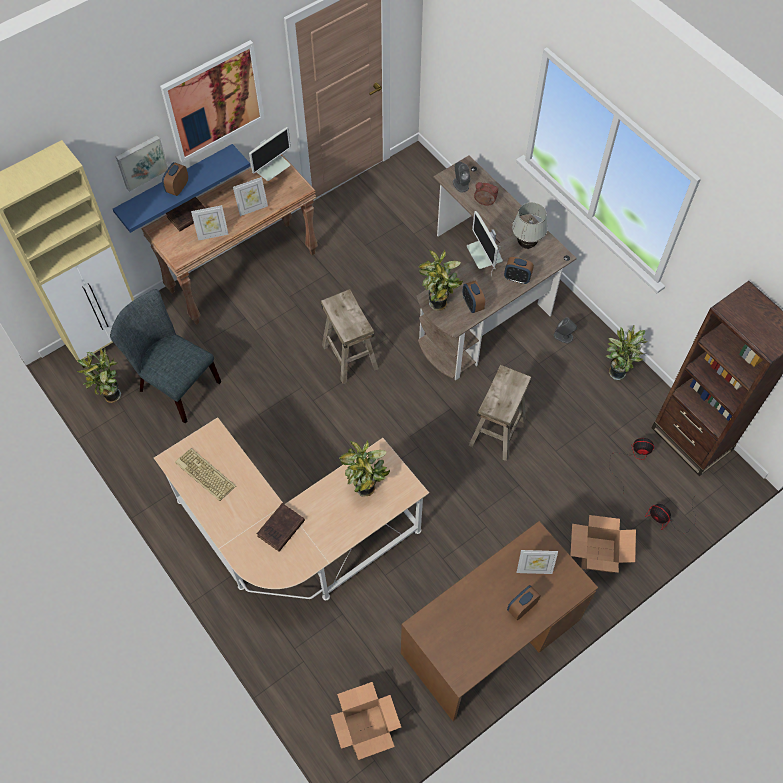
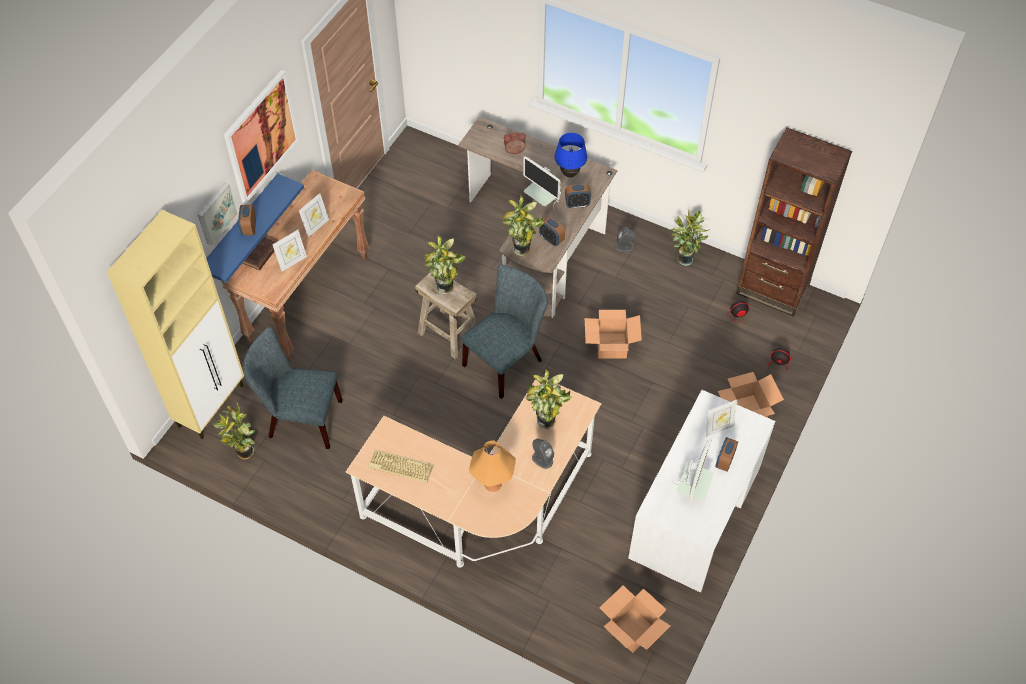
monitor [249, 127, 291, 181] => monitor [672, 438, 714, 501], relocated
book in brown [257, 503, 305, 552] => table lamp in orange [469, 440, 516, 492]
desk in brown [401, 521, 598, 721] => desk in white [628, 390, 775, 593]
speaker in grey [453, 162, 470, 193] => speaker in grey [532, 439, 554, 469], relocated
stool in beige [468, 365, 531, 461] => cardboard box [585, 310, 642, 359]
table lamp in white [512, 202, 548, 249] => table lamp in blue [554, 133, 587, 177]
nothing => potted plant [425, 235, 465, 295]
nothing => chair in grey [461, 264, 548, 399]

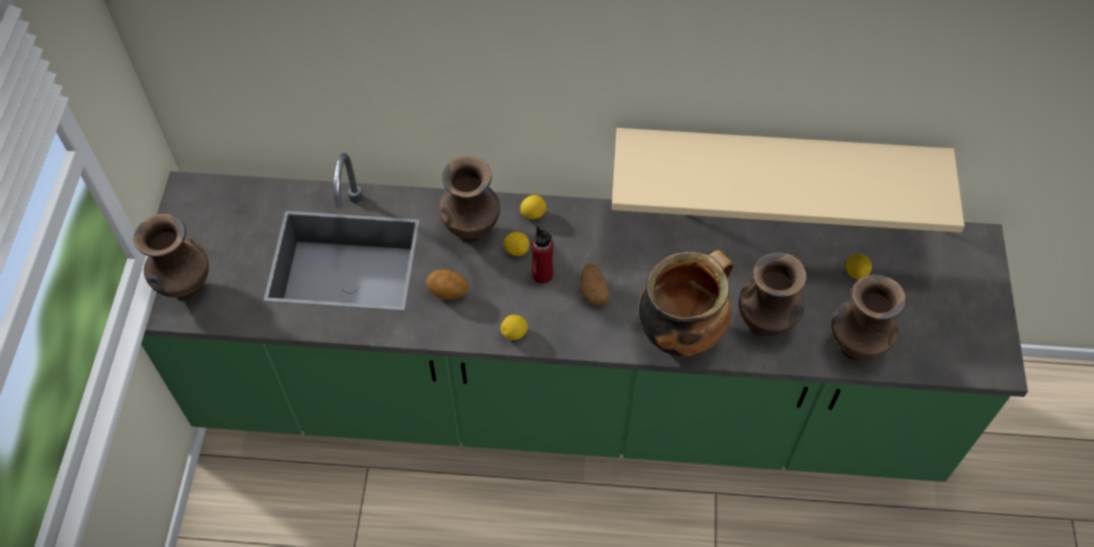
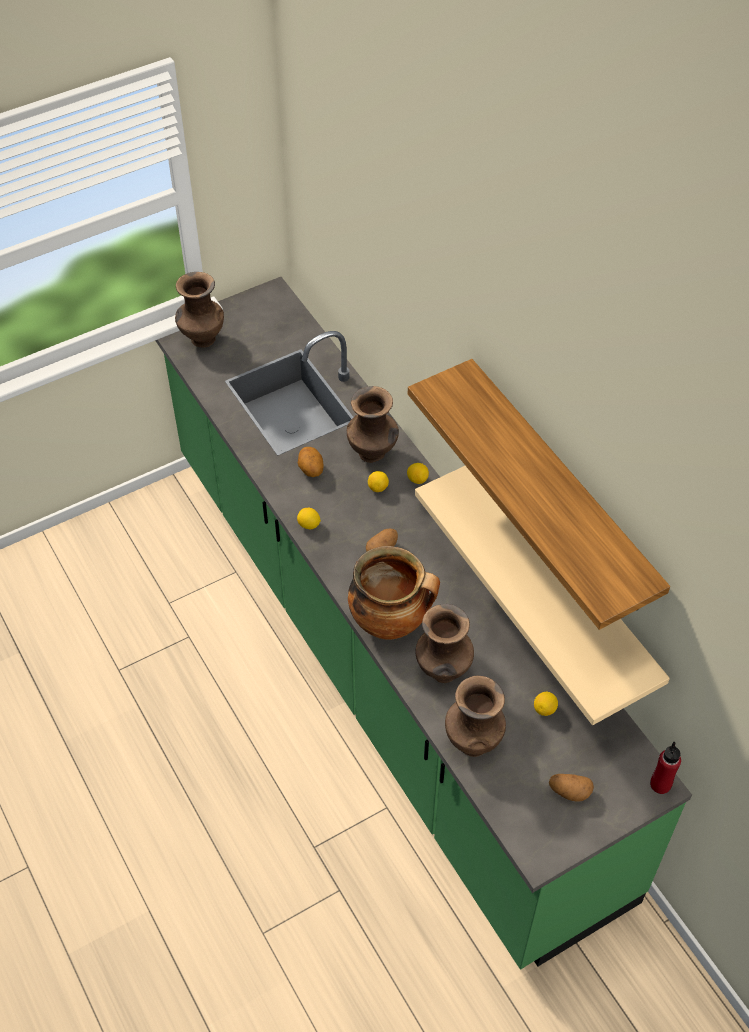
bottle in red [531, 227, 553, 284] => bottle in red [650, 742, 681, 794], relocated
nothing => shelf [408, 359, 670, 630]
nothing => potato [549, 774, 594, 802]

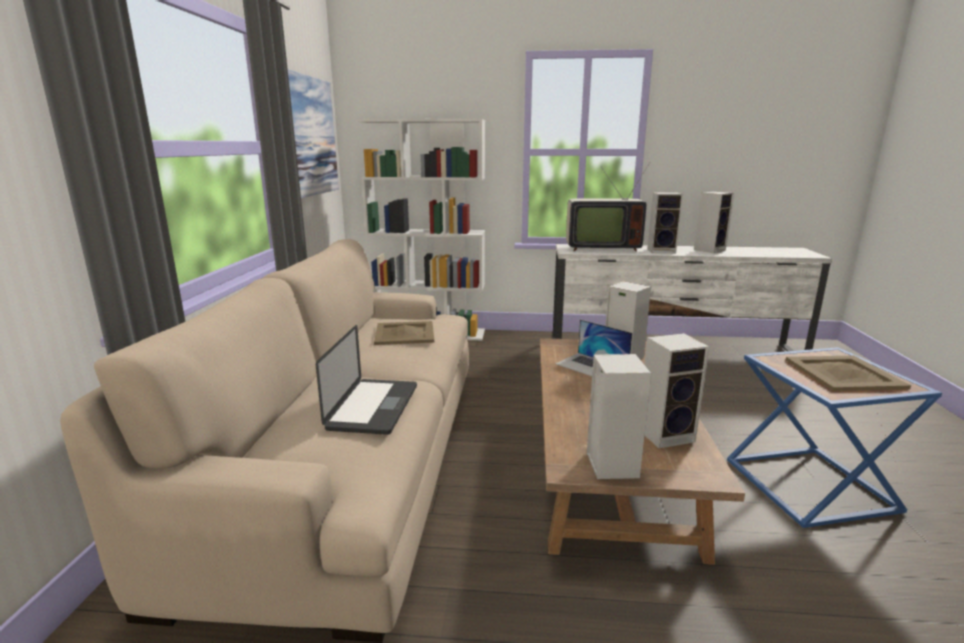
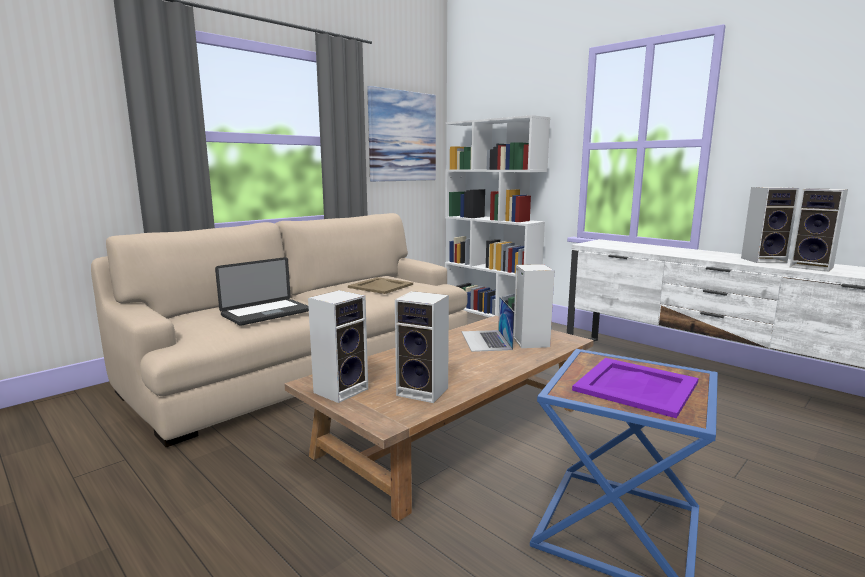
television [566, 162, 650, 252] => nothing
speaker [647, 192, 683, 254] => speaker [790, 188, 848, 272], relocated
tray in beige [786, 355, 911, 391] => tray in purple [572, 358, 699, 419]

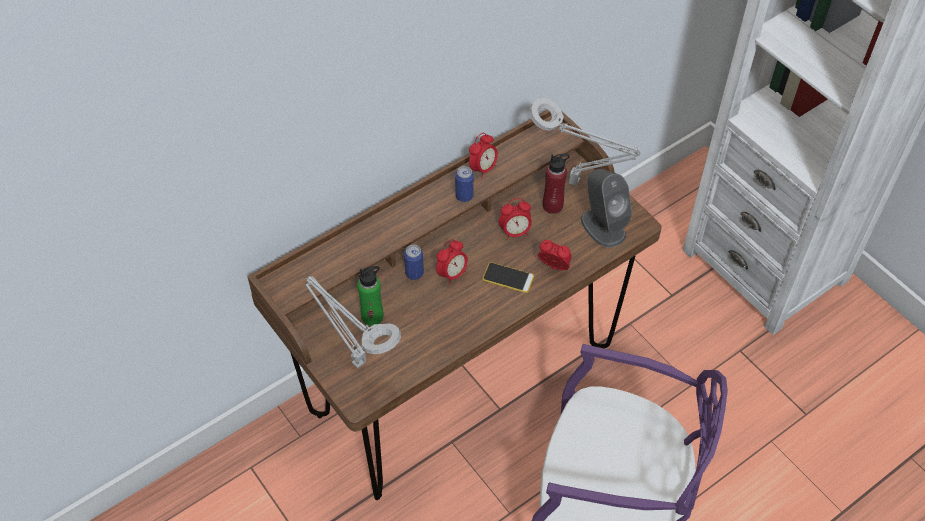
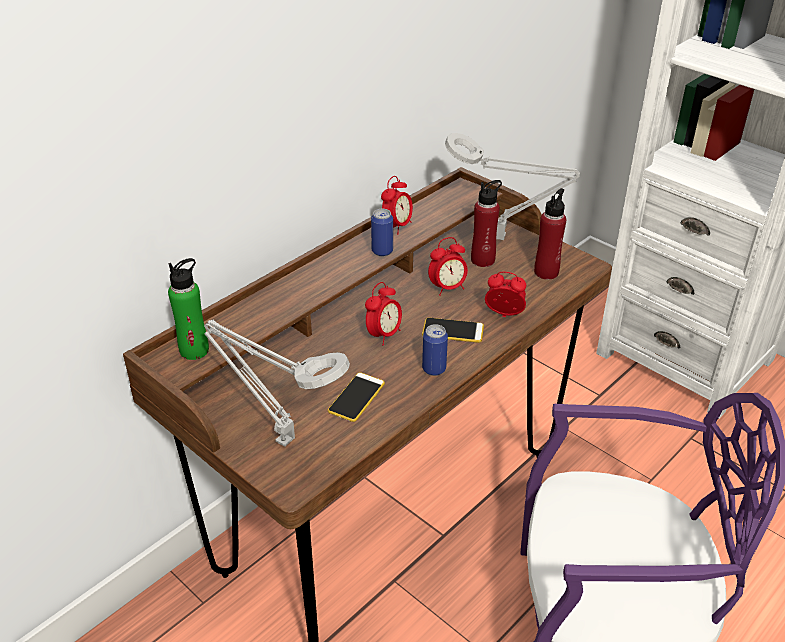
bottle in green [357, 266, 383, 326] => bottle in green [168, 258, 209, 360], relocated
can [404, 245, 424, 280] => can [422, 324, 448, 376], relocated
speaker in grey [581, 169, 632, 248] => bottle in red [534, 188, 566, 280]
nothing => phone [328, 372, 385, 422]

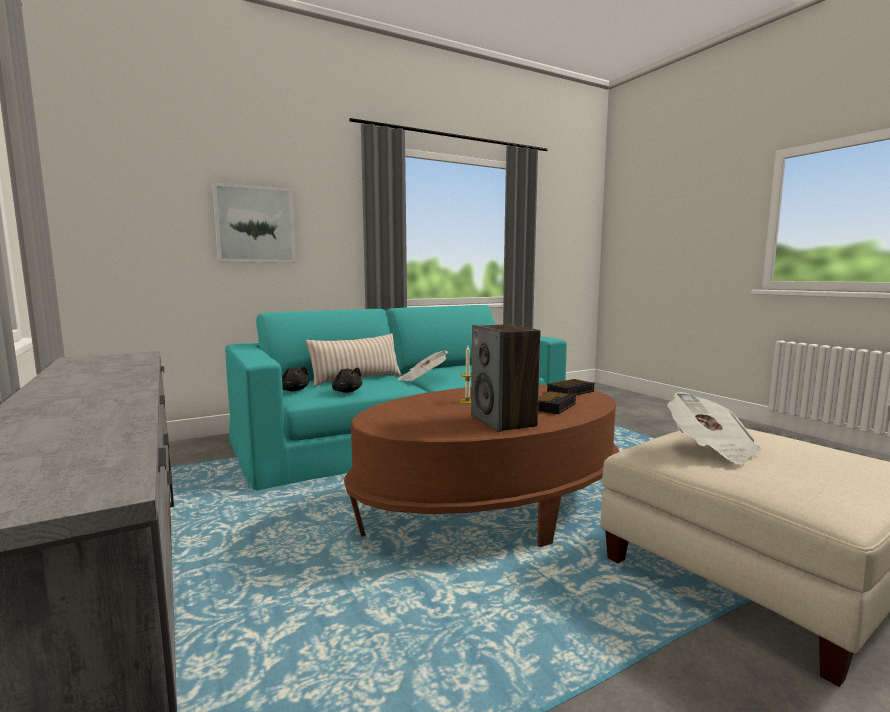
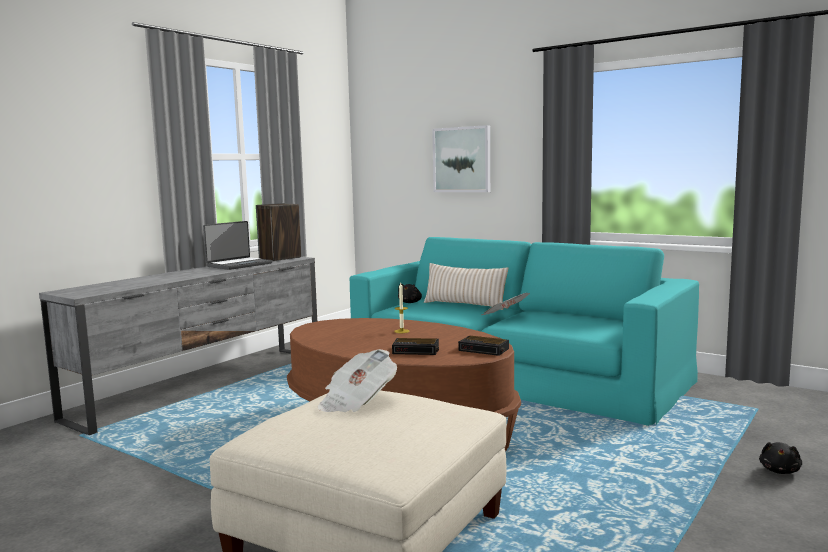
plush toy in black [332, 367, 362, 393] => plush toy in black [759, 442, 802, 474], relocated
speaker [471, 324, 540, 432] => speaker [256, 203, 301, 261], relocated
nothing => laptop [203, 221, 272, 270]

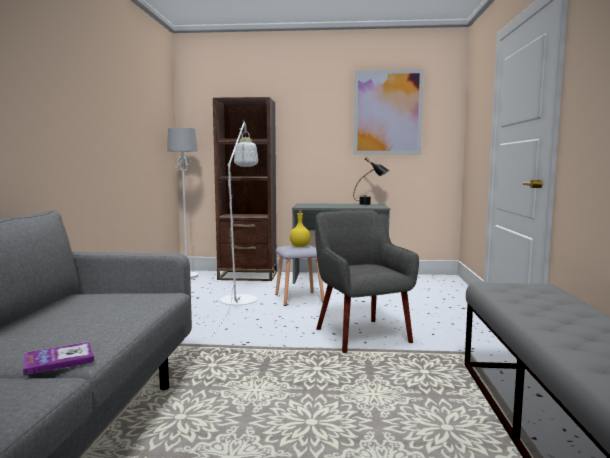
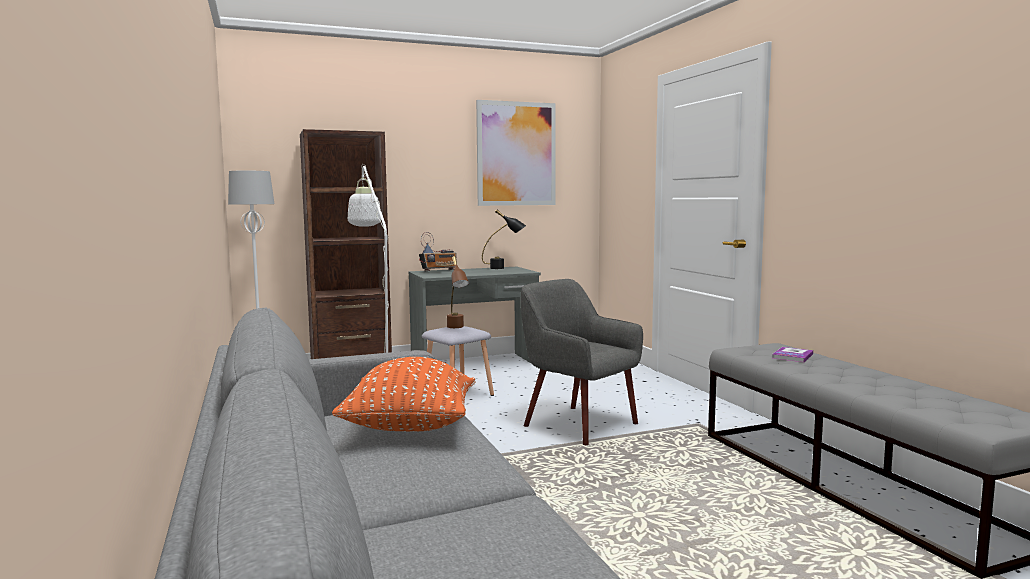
book [23, 342, 94, 376] => book [773, 347, 813, 362], relocated
bottle in yellow [290, 211, 310, 247] => table lamp in brown [447, 256, 469, 328]
nothing => pillow in orange [332, 357, 476, 432]
nothing => radio [419, 232, 456, 271]

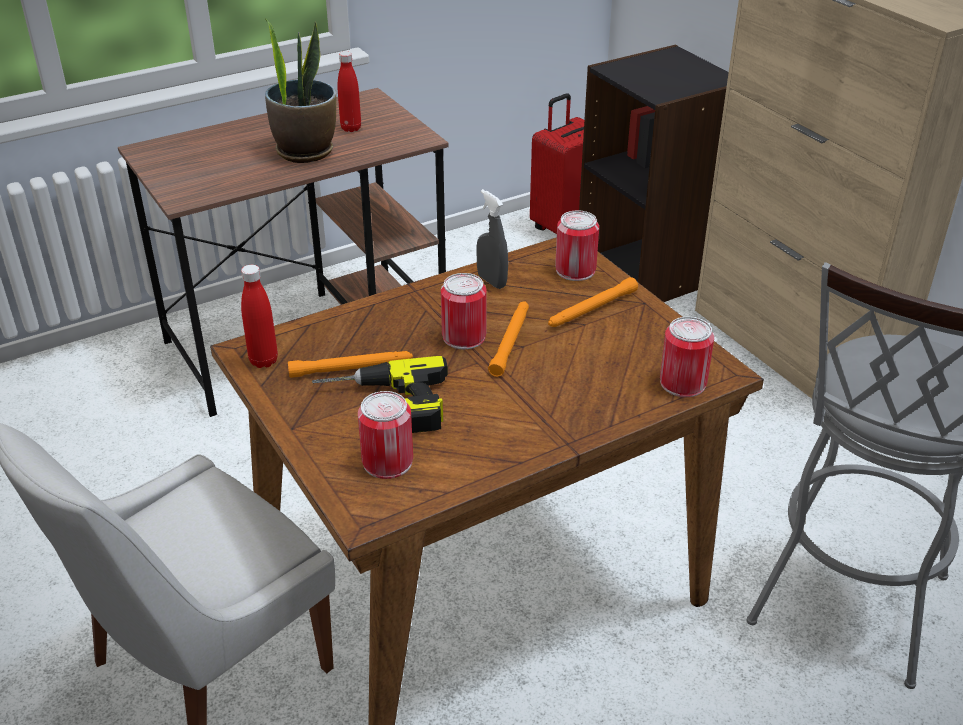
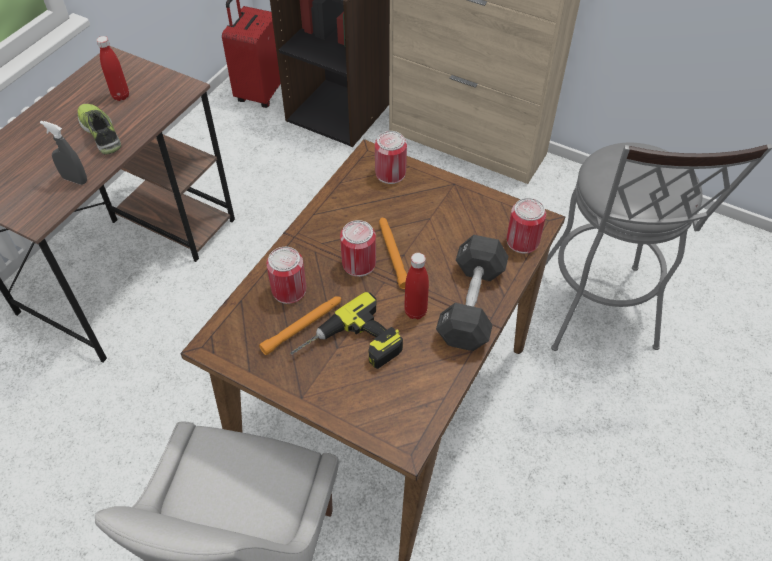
bottle in red [241, 265, 278, 368] => bottle in red [404, 253, 429, 319], relocated
potted plant [265, 18, 336, 163] => shoe [78, 104, 121, 155]
can [358, 391, 413, 479] => can [266, 247, 306, 304], relocated
spray bottle in grey [476, 189, 508, 289] => spray bottle in grey [40, 121, 87, 185], relocated
flashlight in orange [548, 277, 638, 327] => nothing
nothing => dumbbell in black [436, 235, 509, 351]

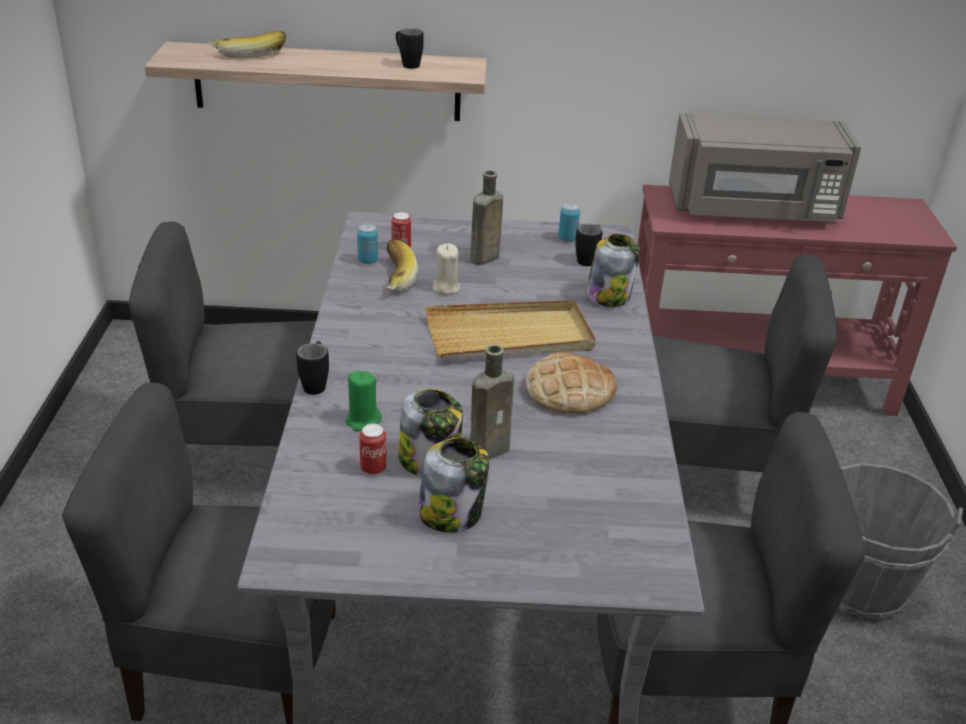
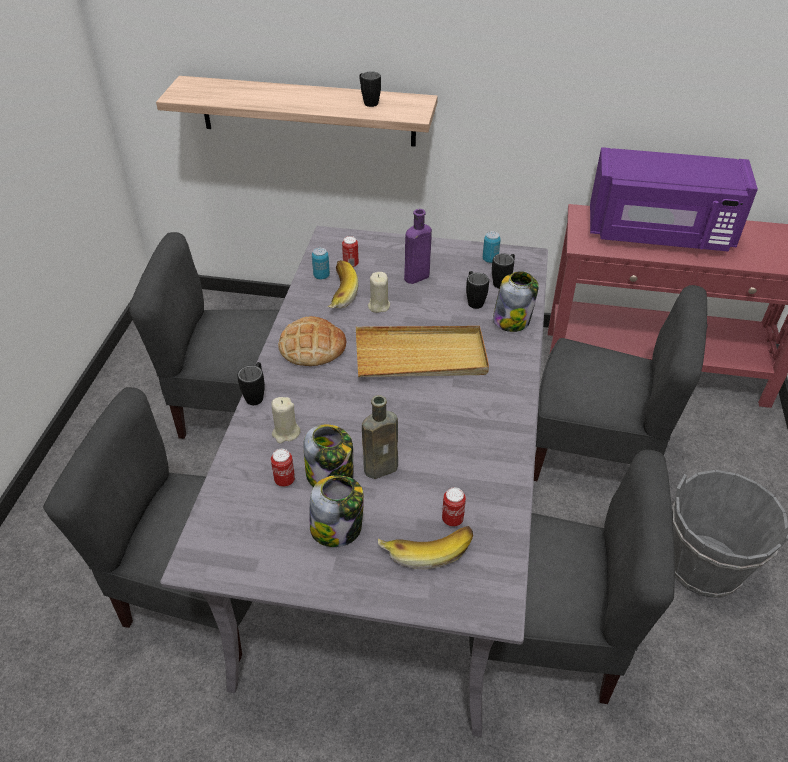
banana [209, 31, 286, 58] => banana [378, 526, 473, 569], relocated
candle in green [345, 371, 381, 431] => candle in beige [271, 397, 301, 444]
bottle in brown [470, 170, 503, 265] => bottle in purple [404, 209, 432, 284]
bread [526, 352, 617, 413] => bread [278, 316, 346, 366], relocated
microwave in grey [669, 113, 861, 222] => microwave in purple [590, 147, 758, 251]
nothing => can [442, 487, 466, 527]
nothing => mug in black [466, 271, 489, 309]

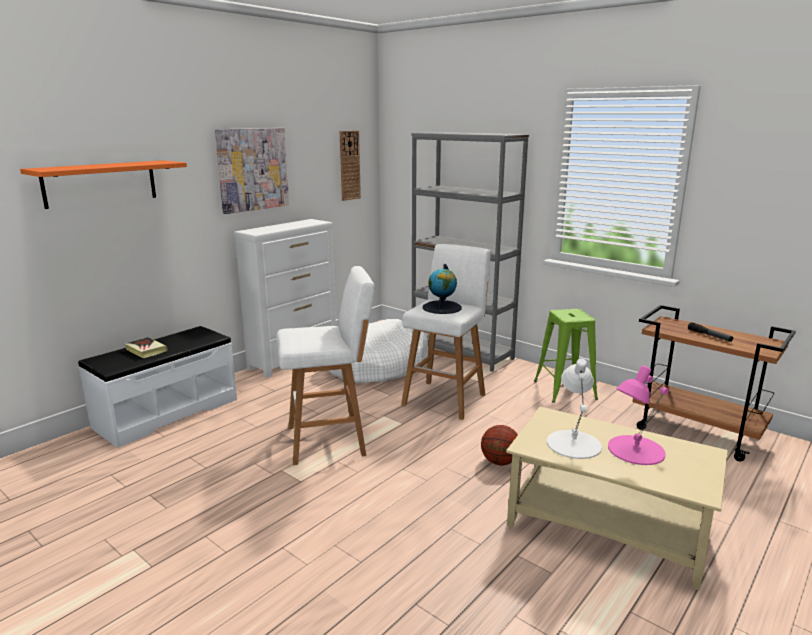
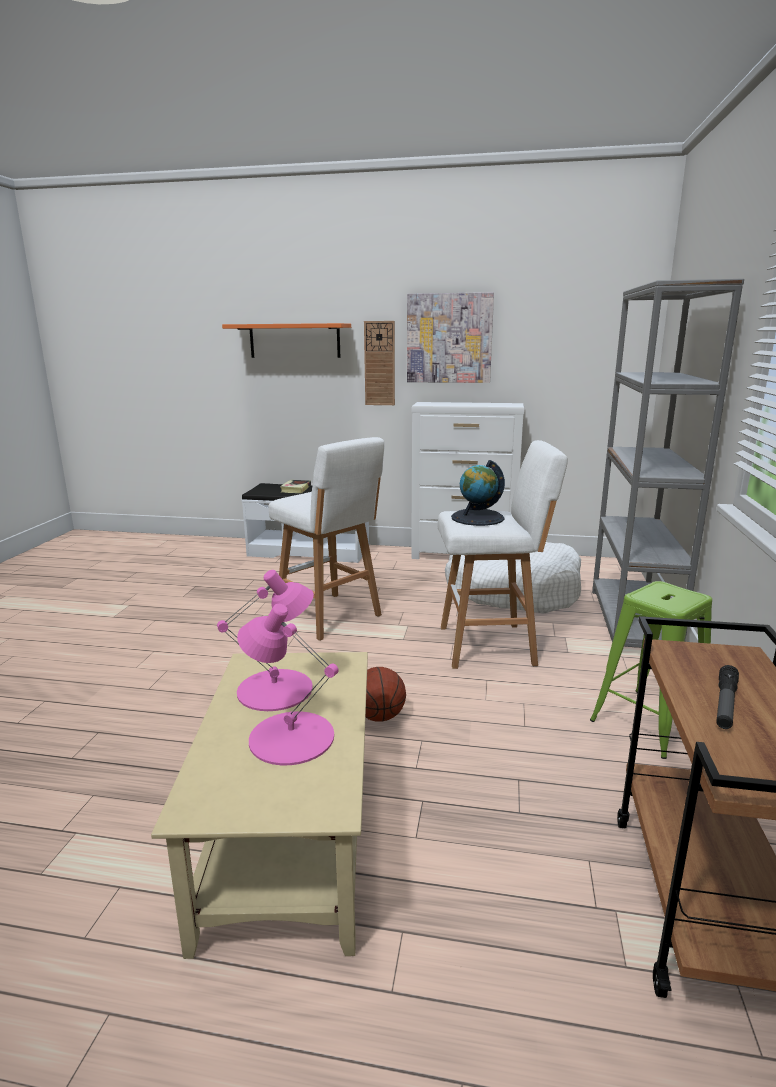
wall clock [340, 131, 361, 201] => wall clock [364, 321, 395, 405], relocated
table lamp in white [547, 359, 602, 459] => table lamp in pink [217, 570, 314, 711]

